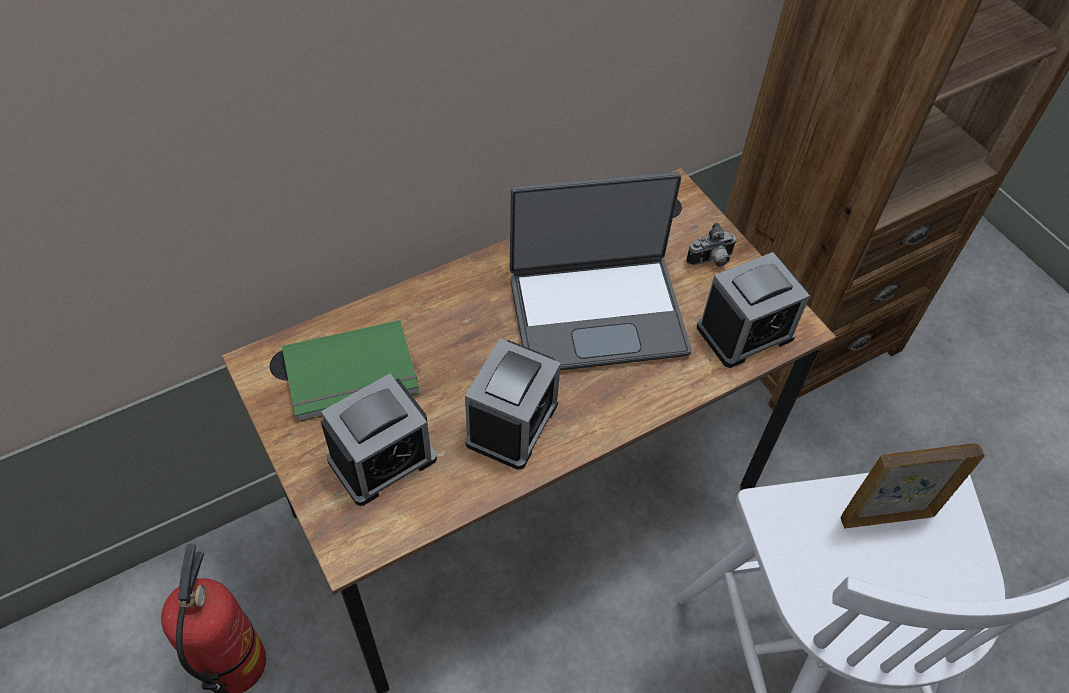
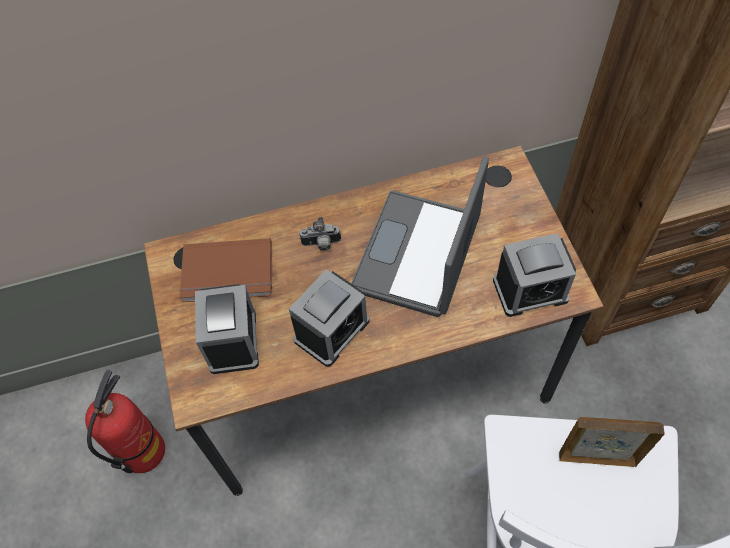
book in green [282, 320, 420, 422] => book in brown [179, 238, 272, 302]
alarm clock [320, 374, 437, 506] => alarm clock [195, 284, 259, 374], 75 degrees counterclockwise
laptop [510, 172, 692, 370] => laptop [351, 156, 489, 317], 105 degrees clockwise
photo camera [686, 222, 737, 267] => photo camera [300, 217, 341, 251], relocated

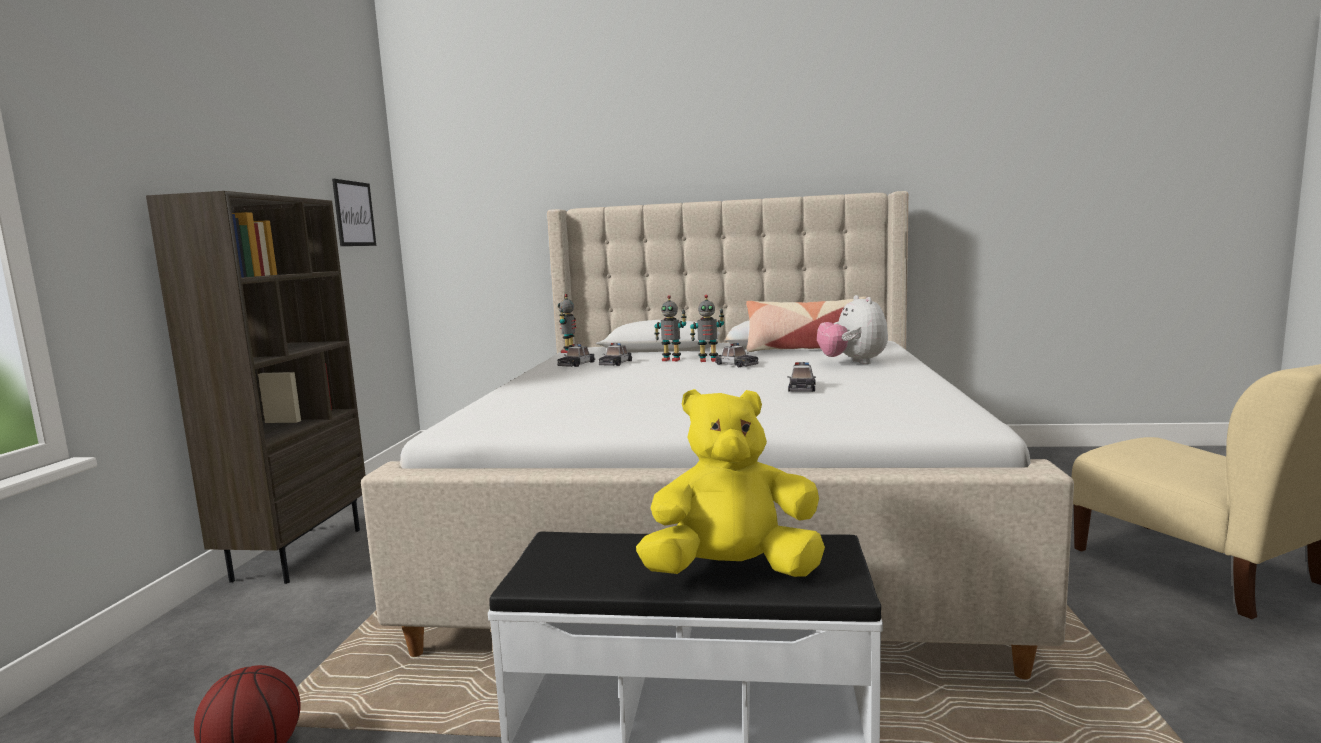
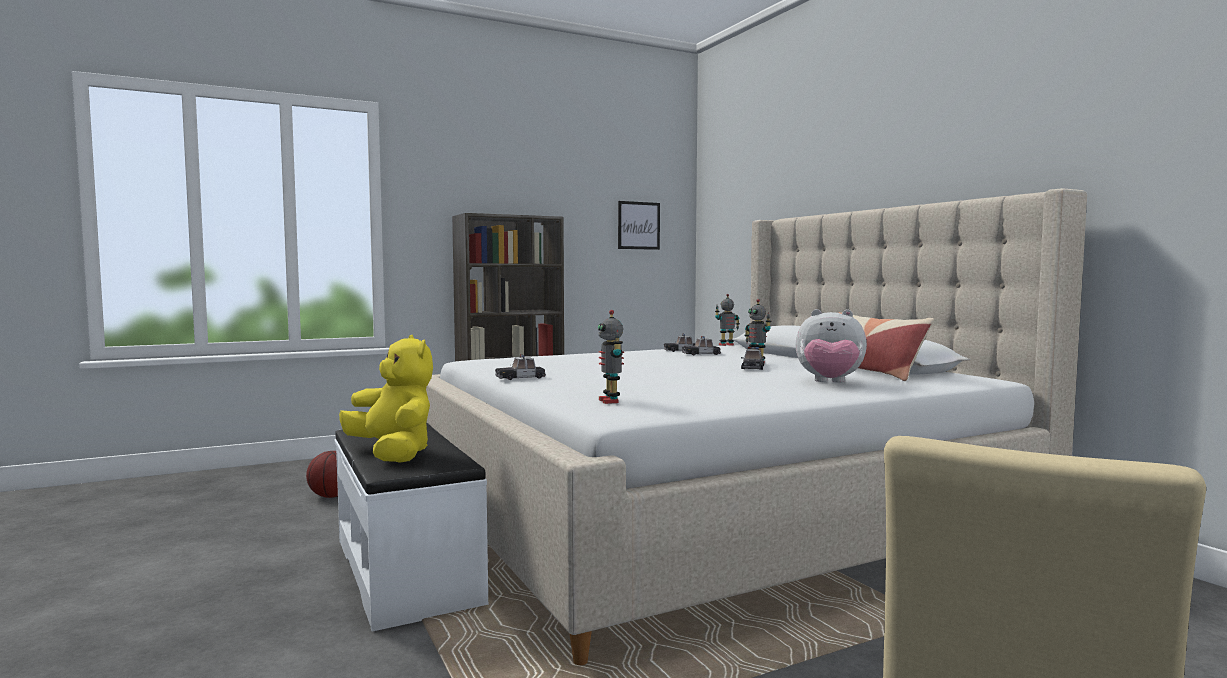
toy robot [654, 295, 686, 361] => toy robot [598, 310, 624, 404], relocated
toy car [787, 362, 816, 392] => toy car [495, 354, 546, 380], relocated
plush toy [817, 295, 888, 364] => plush toy [795, 309, 867, 383], 120 degrees counterclockwise

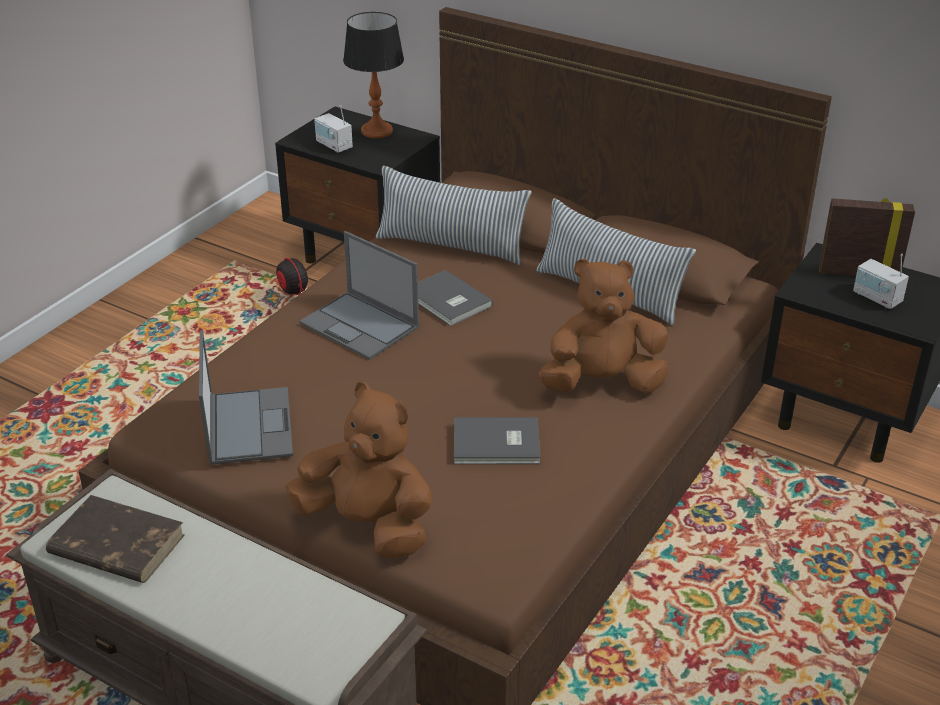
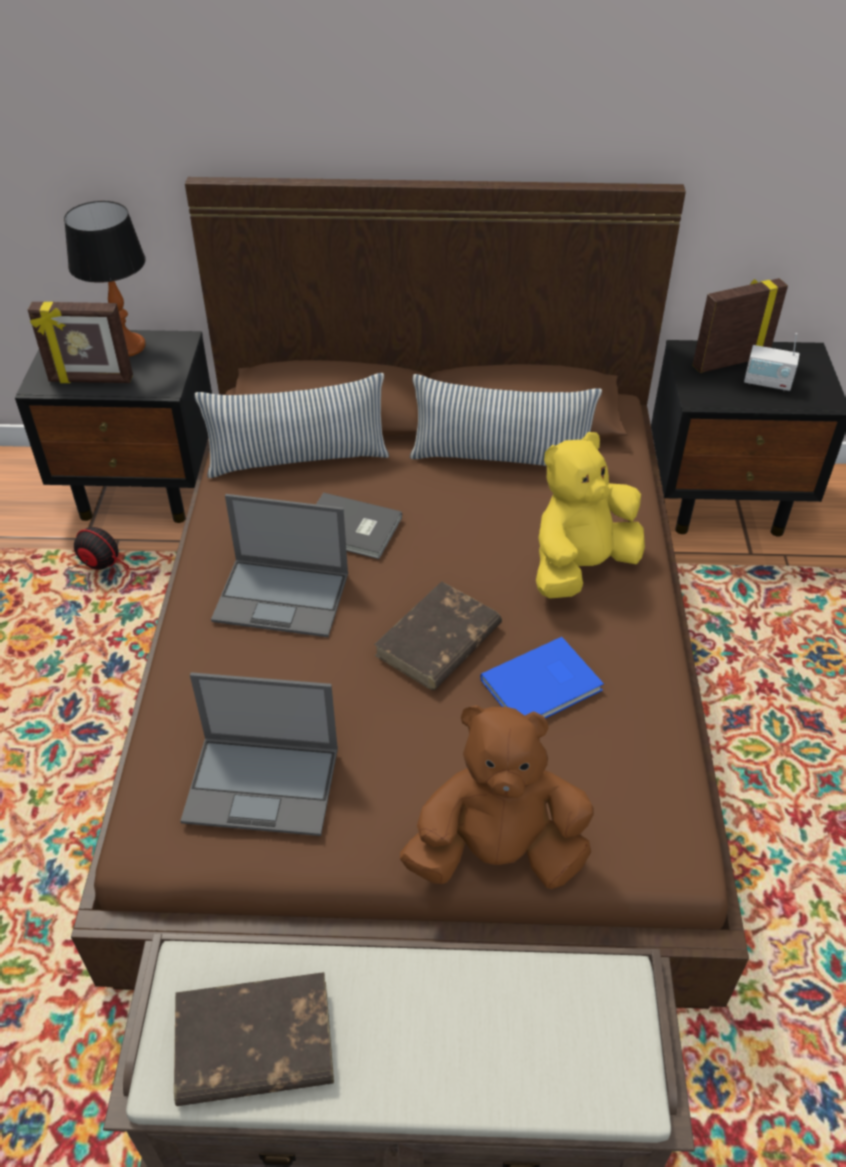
laptop [199, 330, 293, 465] => laptop [181, 672, 338, 836], 135 degrees clockwise
radio [315, 105, 353, 153] => picture frame [28, 302, 133, 383]
book in grey [454, 417, 540, 464] => book in blue [480, 637, 604, 718]
plush toy in brown [539, 258, 669, 393] => plush toy in yellow [536, 432, 645, 599]
nothing => book in brown [374, 581, 502, 690]

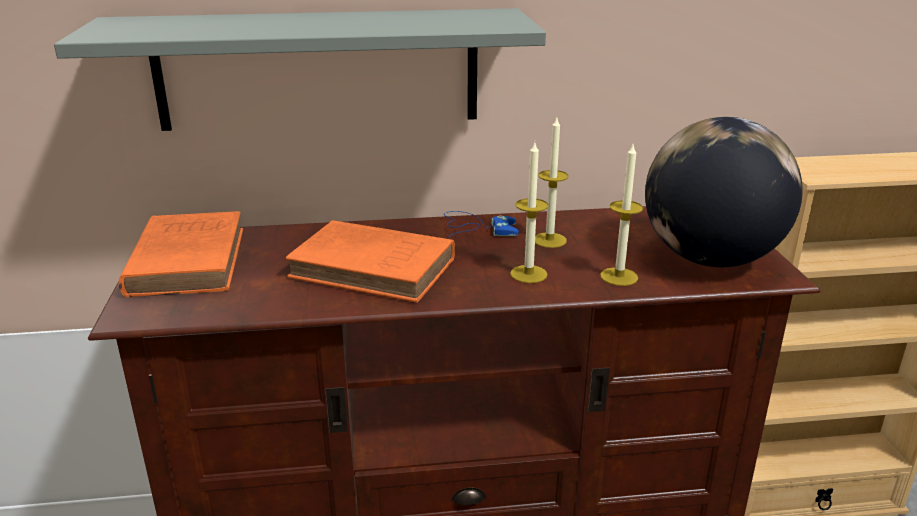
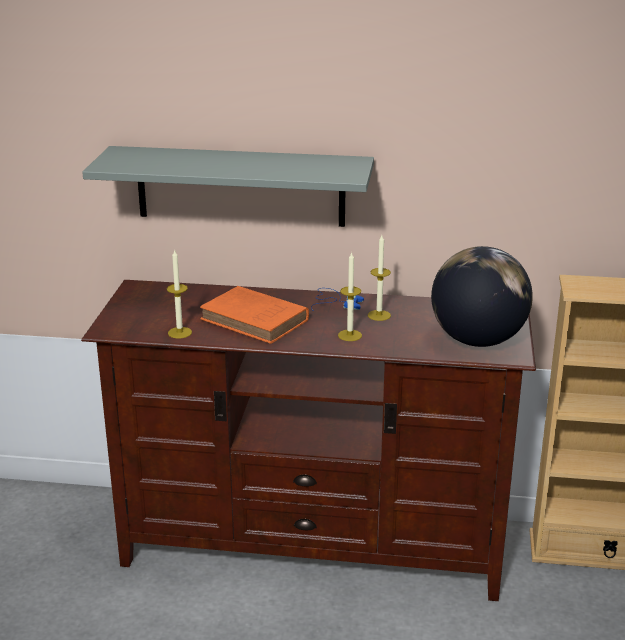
book in orange [119, 211, 243, 297] => nothing
candle [600, 145, 643, 286] => candle [167, 249, 192, 338], relocated

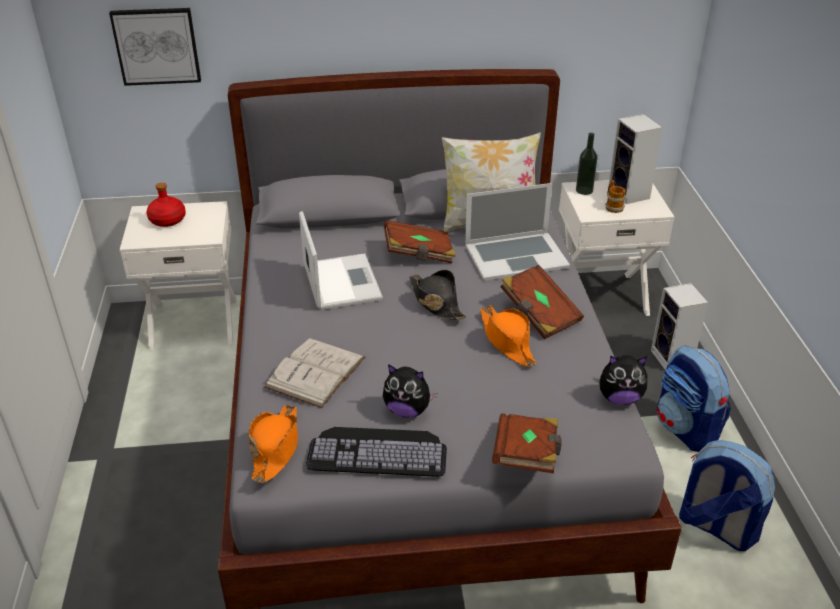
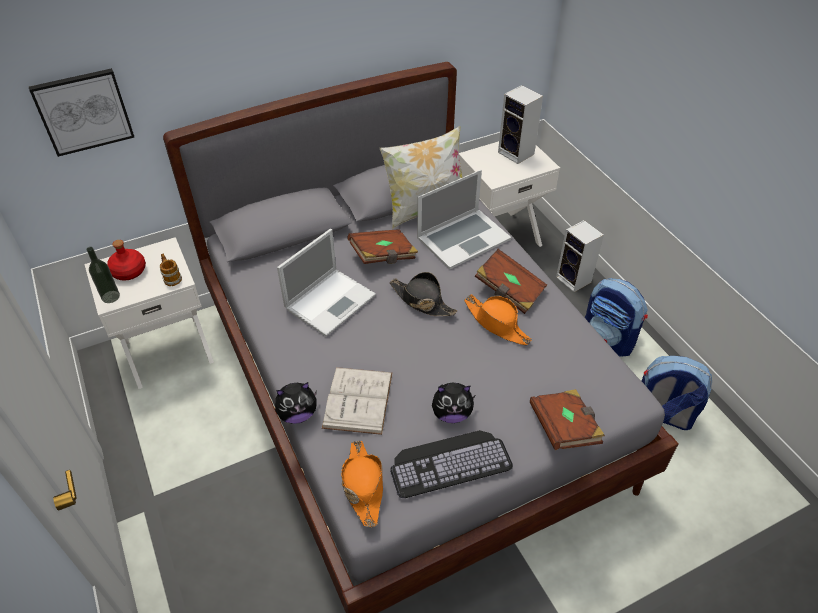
laptop [299, 211, 383, 310] => laptop [277, 229, 376, 336], 75 degrees clockwise
bottle [576, 133, 597, 195] => bottle [86, 247, 120, 303], relocated
plush toy [599, 355, 649, 405] => plush toy [275, 382, 317, 424], relocated
mug [605, 180, 626, 213] => mug [160, 254, 182, 286], relocated

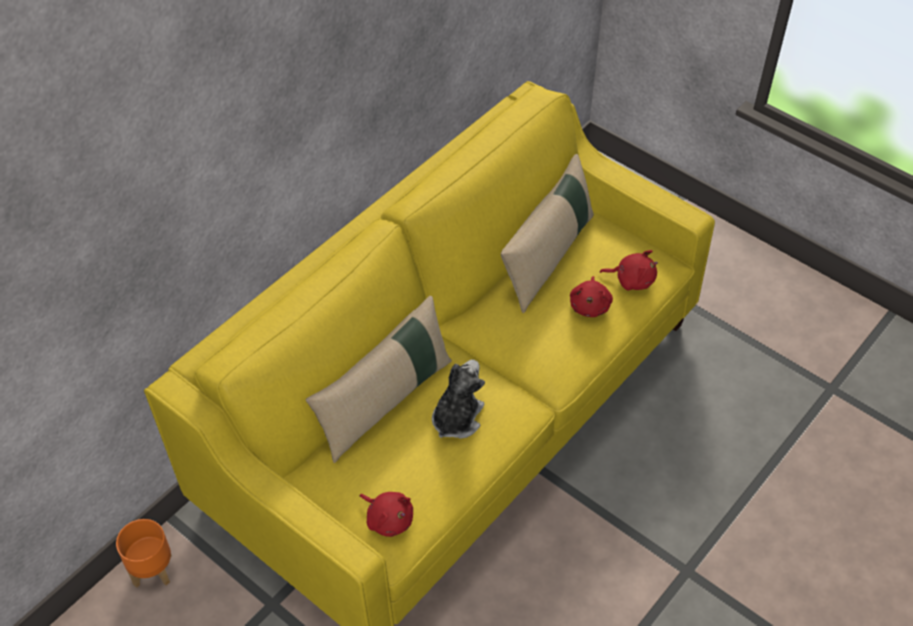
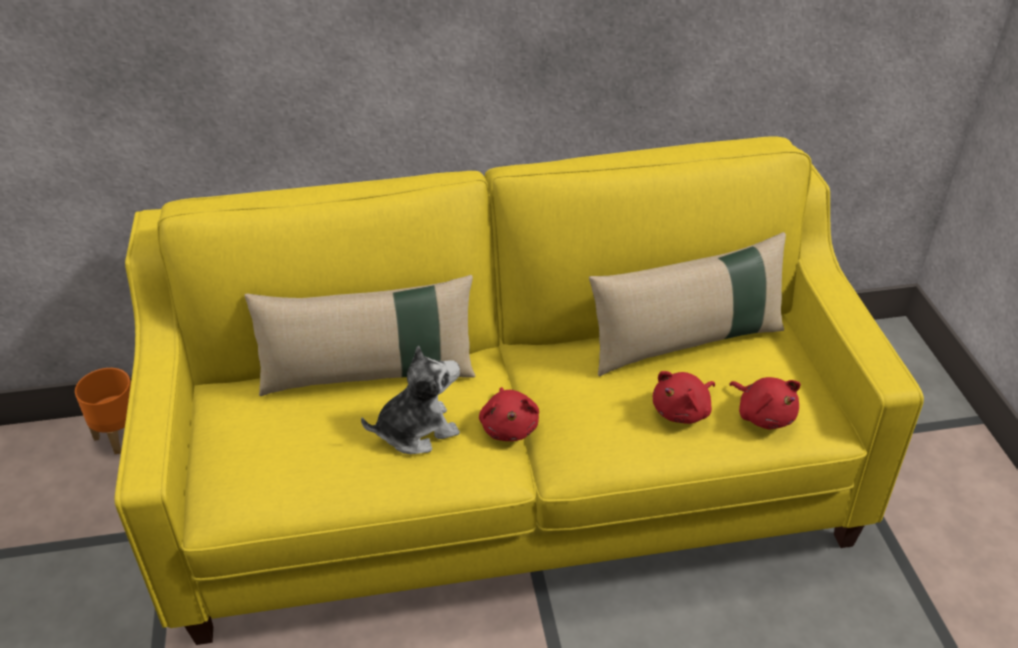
plush toy in red [360, 492, 413, 537] => plush toy in red [479, 387, 539, 441], relocated

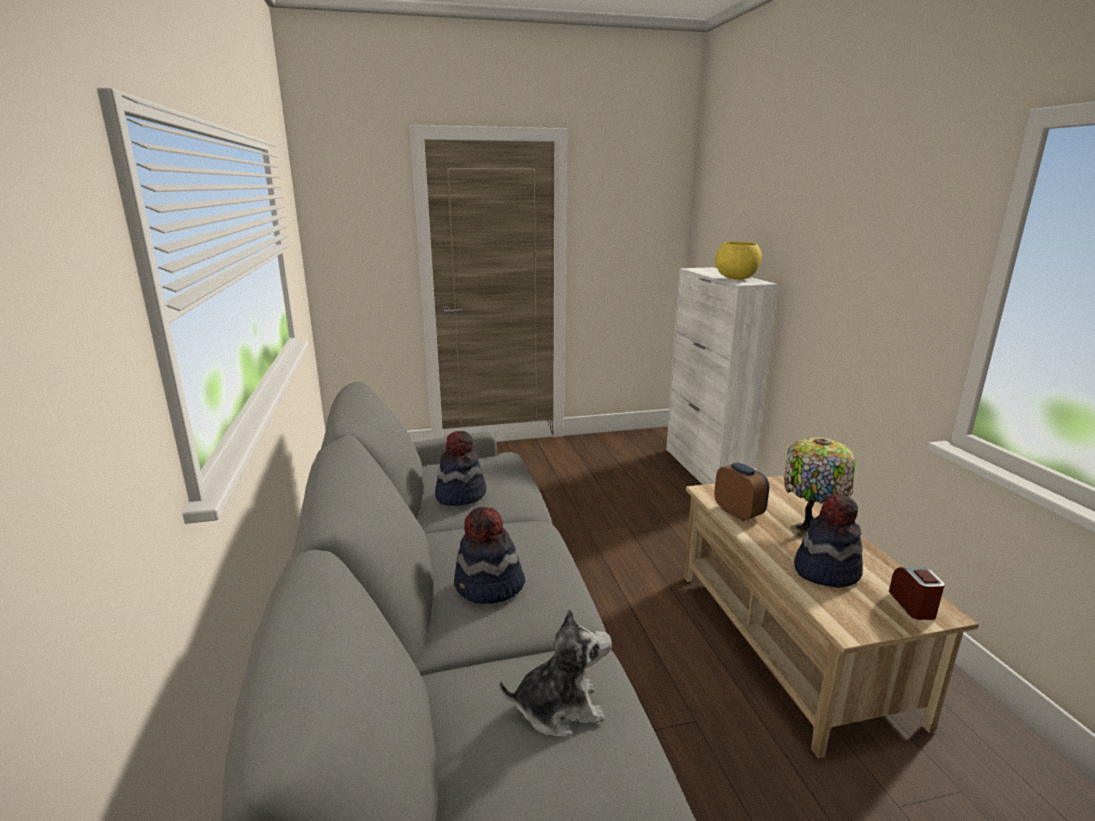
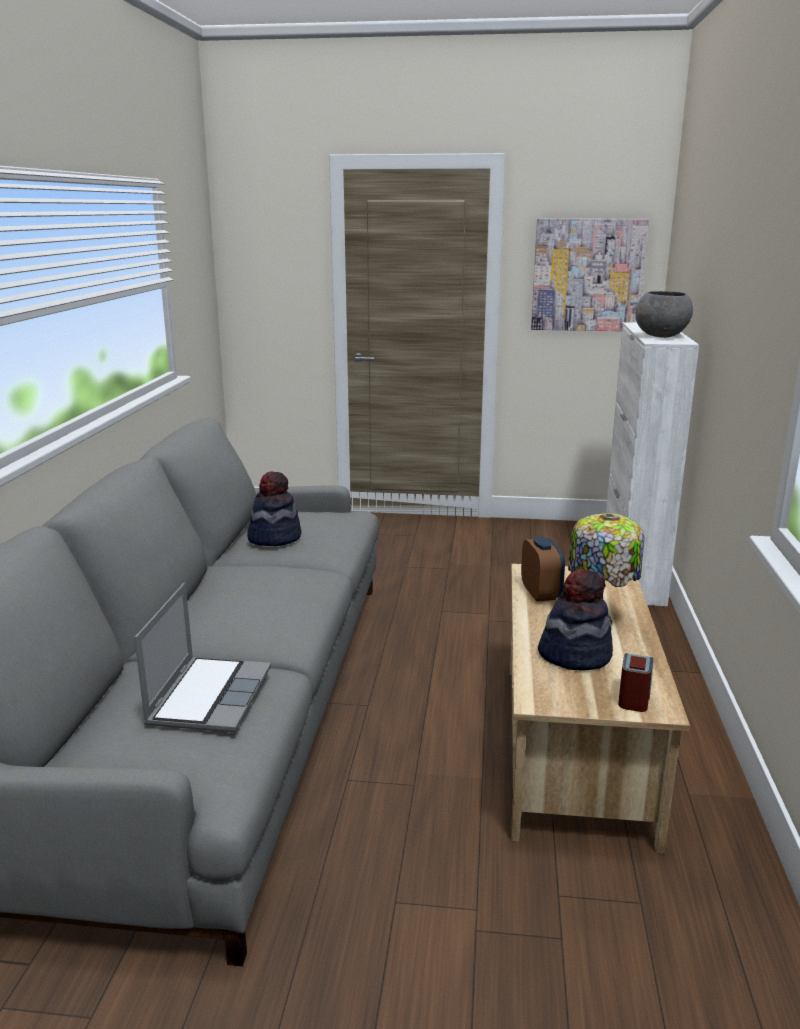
hat [454, 507, 525, 604] => nothing
plush toy [500, 609, 612, 737] => laptop [134, 583, 271, 732]
bowl in yellow [715, 242, 762, 280] => bowl in grey [635, 291, 693, 338]
nothing => picture [531, 219, 649, 331]

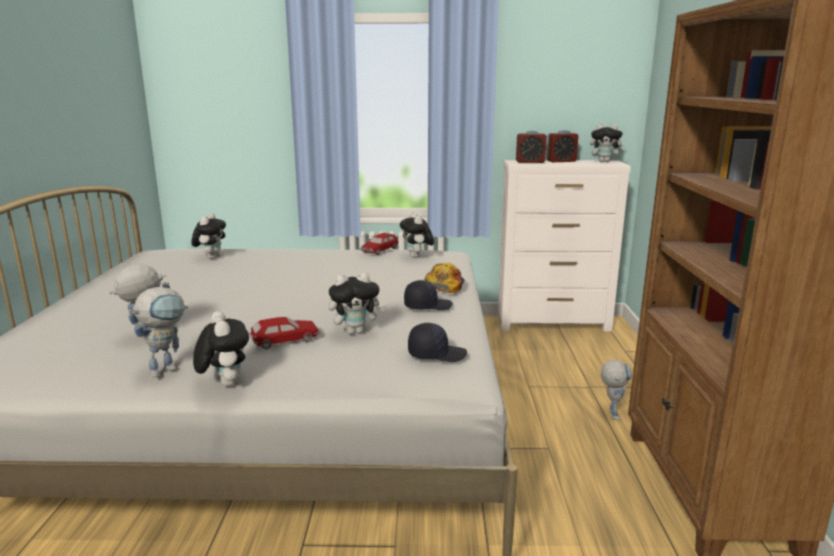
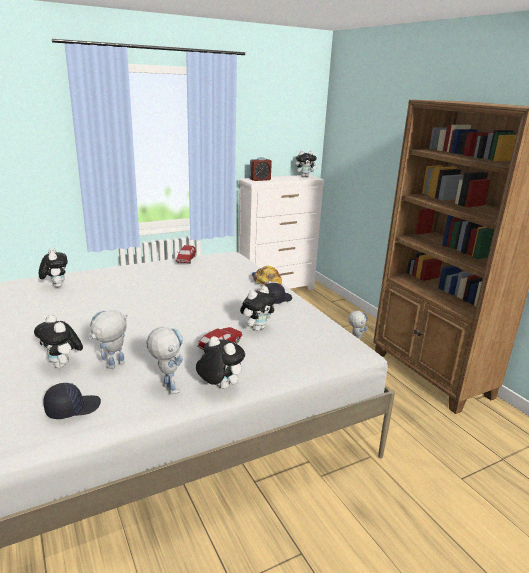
toy robot [129, 287, 188, 378] => toy robot [146, 327, 183, 394], 45 degrees counterclockwise
plush toy [400, 212, 434, 258] => plush toy [34, 314, 83, 368], relocated
cap in black [408, 323, 467, 362] => cap in black [43, 383, 101, 419], relocated
alarm clock [546, 130, 578, 162] => nothing

